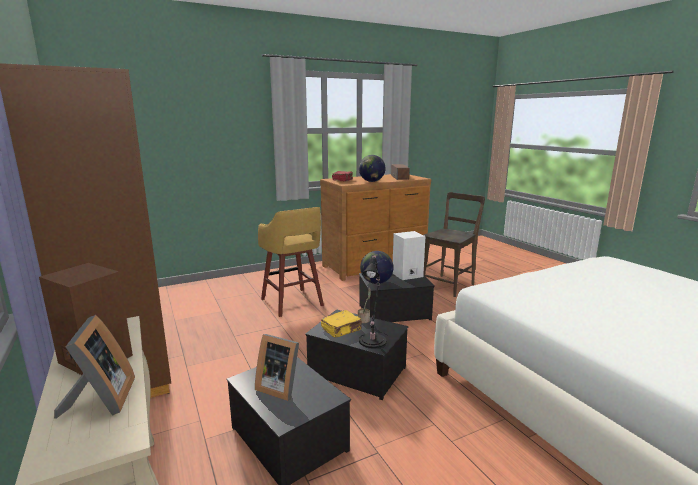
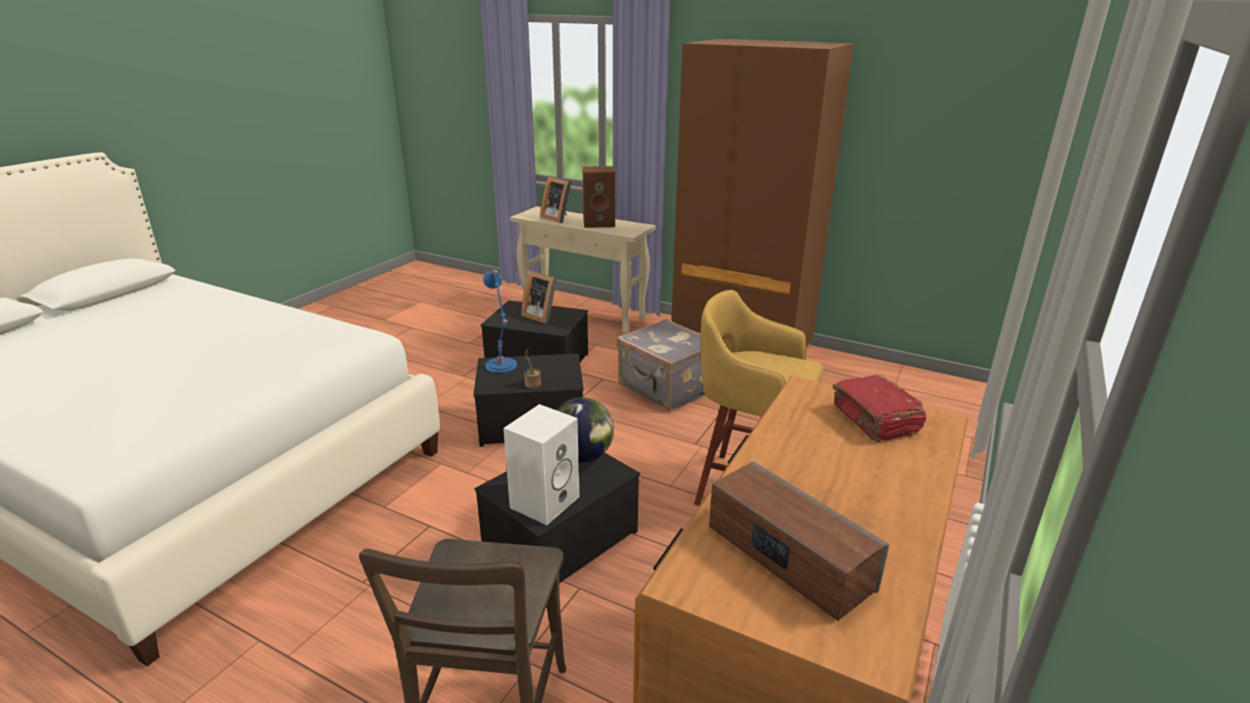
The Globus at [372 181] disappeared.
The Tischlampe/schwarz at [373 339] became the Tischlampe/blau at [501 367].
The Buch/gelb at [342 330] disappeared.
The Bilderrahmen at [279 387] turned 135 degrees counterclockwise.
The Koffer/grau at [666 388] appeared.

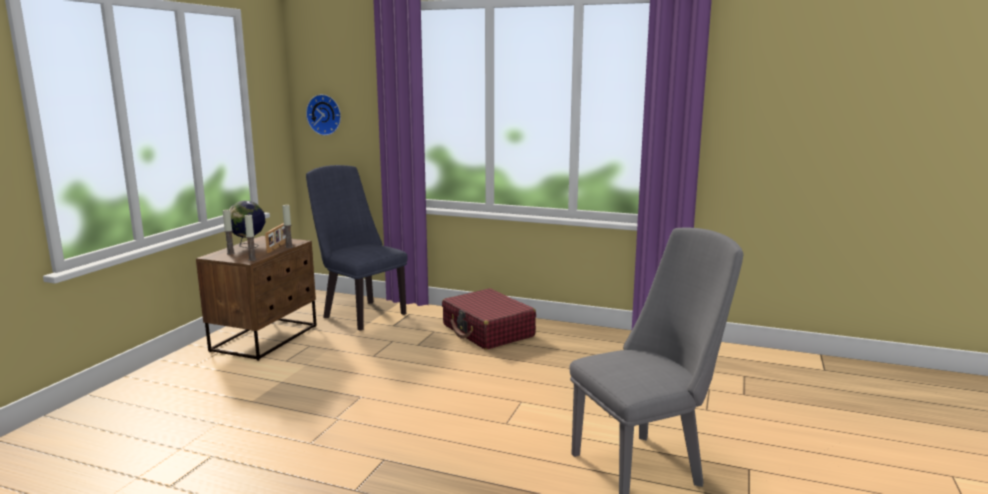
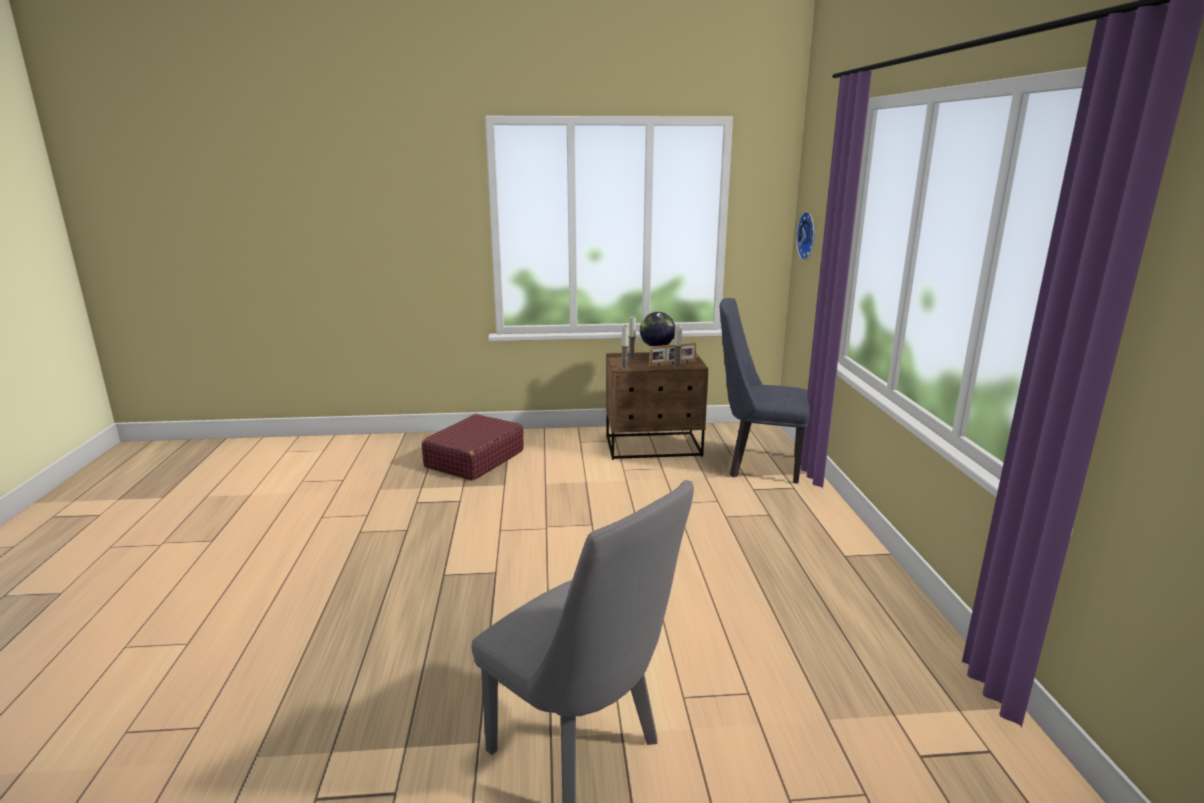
The Stuhl/blau at [360 314] turned 90 degrees counterclockwise.
The Koffer/rot moved from [488 331] to [474 459].

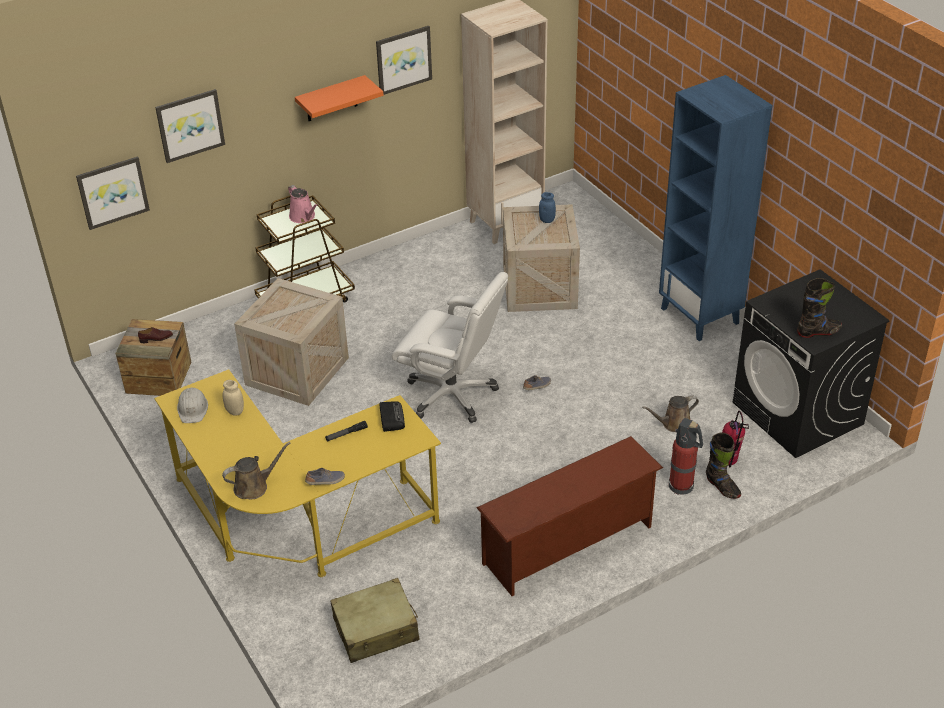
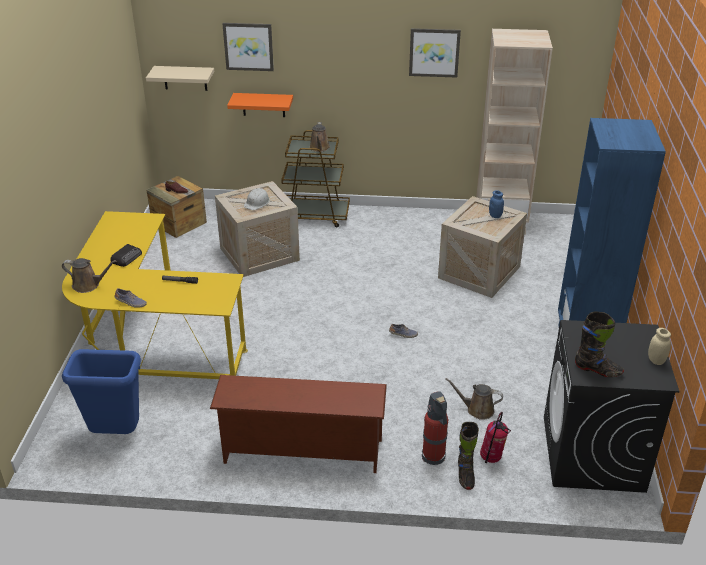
The Wandregal/orange moved from [331 99] to [263 105].
The Bild at [112 192] was replaced by the Wandregal/beige at [185 78].
The Gießkanne/rosa at [303 217] became the Gießkanne/braun at [319 148].
The Bürostuhl/weiß at [452 395] disappeared.
The Vorratsglas/beige moved from [235 411] to [656 360].
The Schutzhelm/weiß moved from [193 408] to [257 202].
The Radio moved from [391 418] to [127 257].
The Koffer/beige at [376 629] was replaced by the Mülleimer/blau at [117 434].

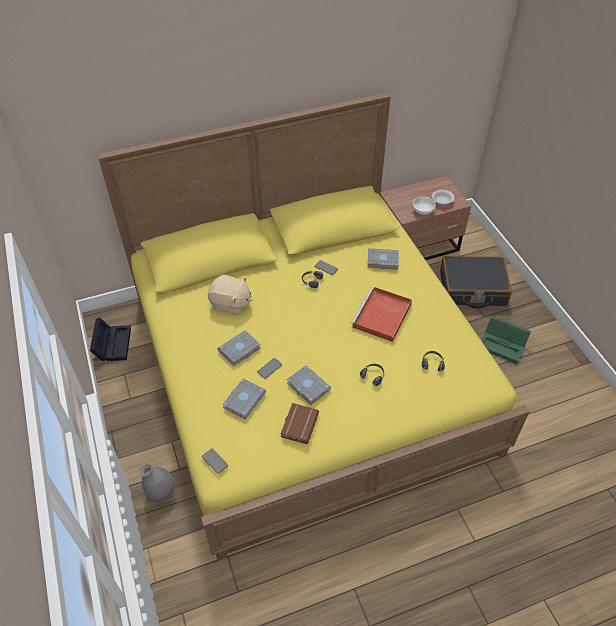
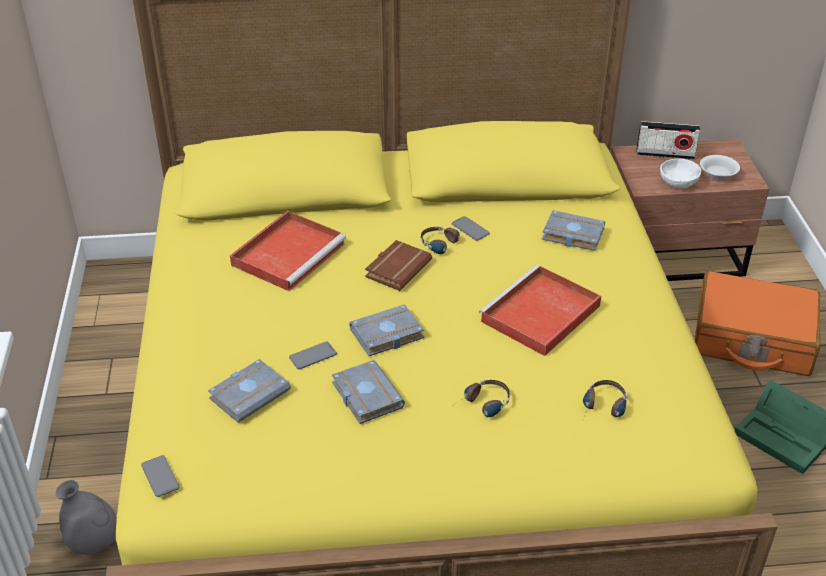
The Koffer/schwarz at [472 289] became the Koffer/orange at [752 338].
The Plüschtier/beige at [230 304] was replaced by the Tablett/rot at [289 253].
The Aufbewahrungsbox/schwarz at [112 343] disappeared.
The Buch/grau moved from [239 351] to [386 336].
The Buch/braun moved from [298 424] to [397 268].
The Radio at [665 154] appeared.

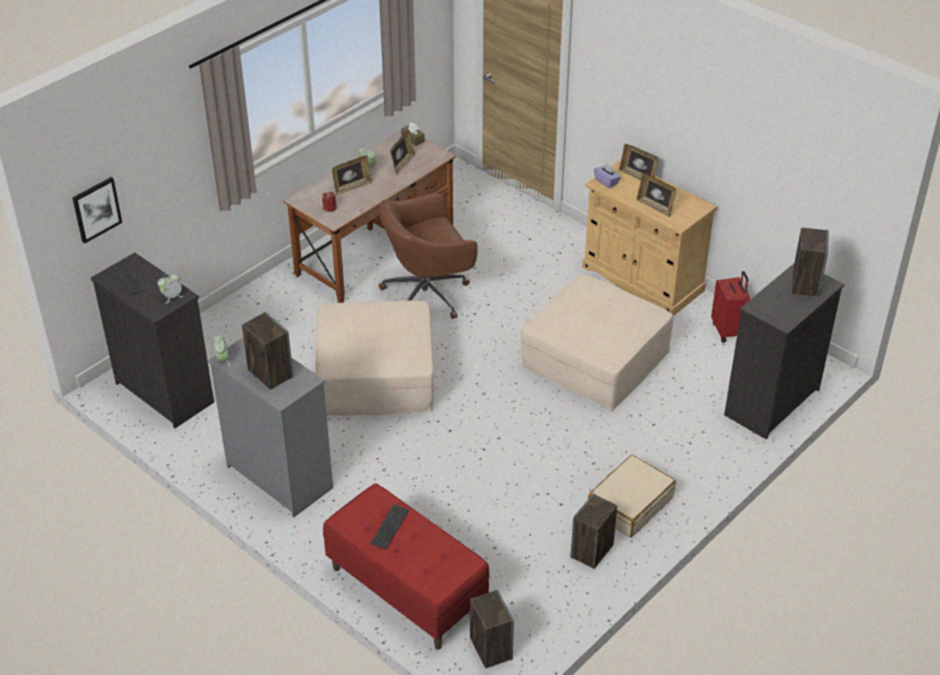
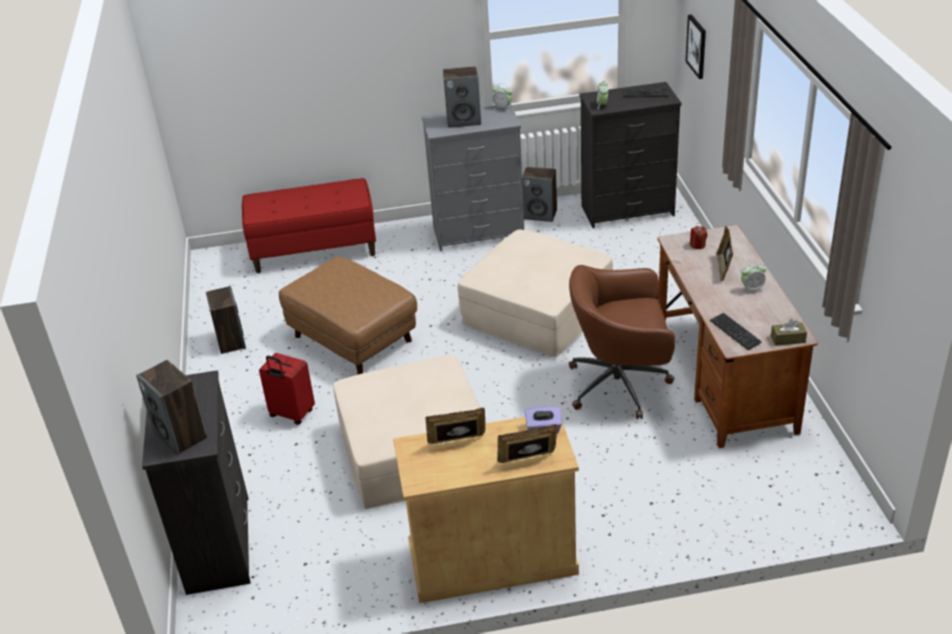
The Bilderrahmen at [402 164] disappeared.
The Bürostuhl/braun at [428 294] turned 105 degrees counterclockwise.
The Koffer/rot moved from [728 331] to [291 414].
The Koffer/beige at [630 504] disappeared.
The Tastatur moved from [390 527] to [735 332].
The Lautsprecher moved from [490 648] to [540 214].
The Polsterhocker/braun at [352 339] appeared.

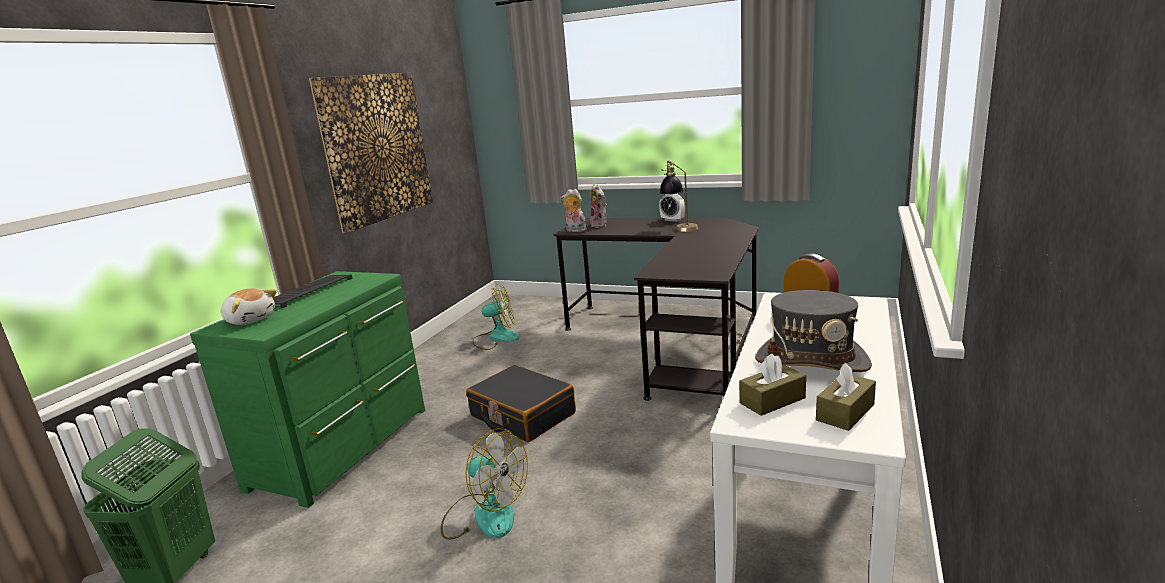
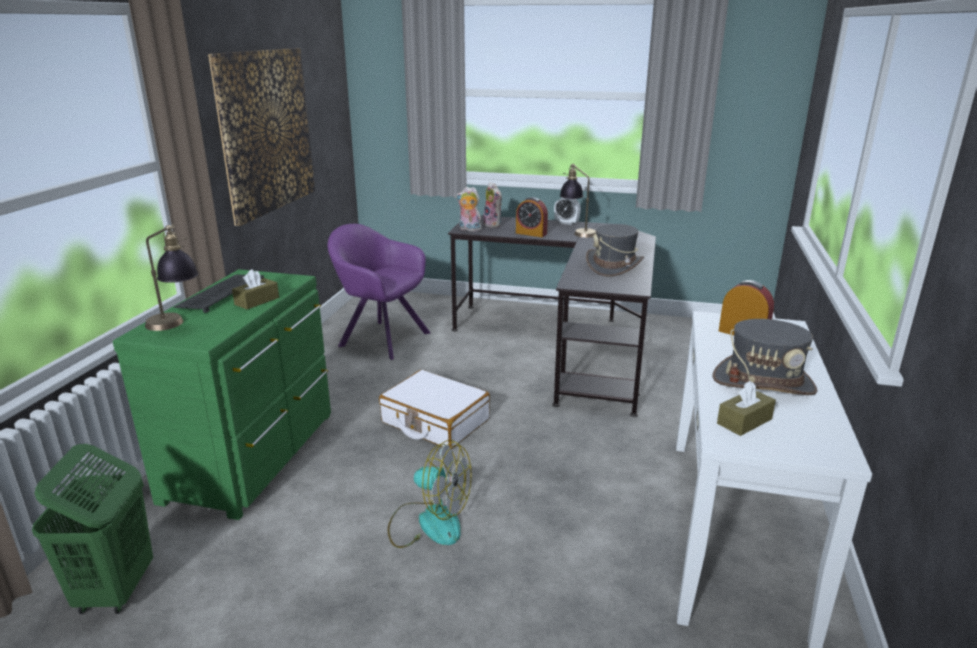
The Ventilator at [496 338] was replaced by the Sessel/lila at [380 338].
The Plüschtier at [250 319] was replaced by the Tischlampe at [176 326].
The Taschentuchbox/braun moved from [845 412] to [257 301].
The Koffer/schwarz at [522 415] became the Koffer/weiß at [435 421].
The Wecker at [531 233] appeared.
The Hut/grau at [614 266] appeared.

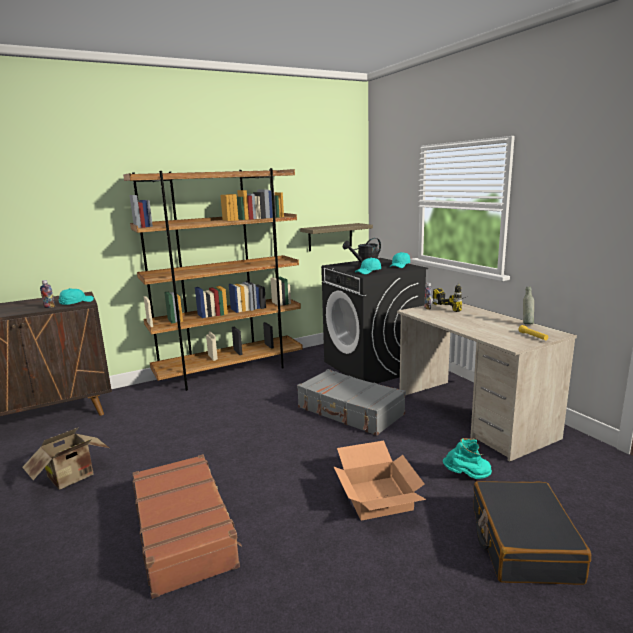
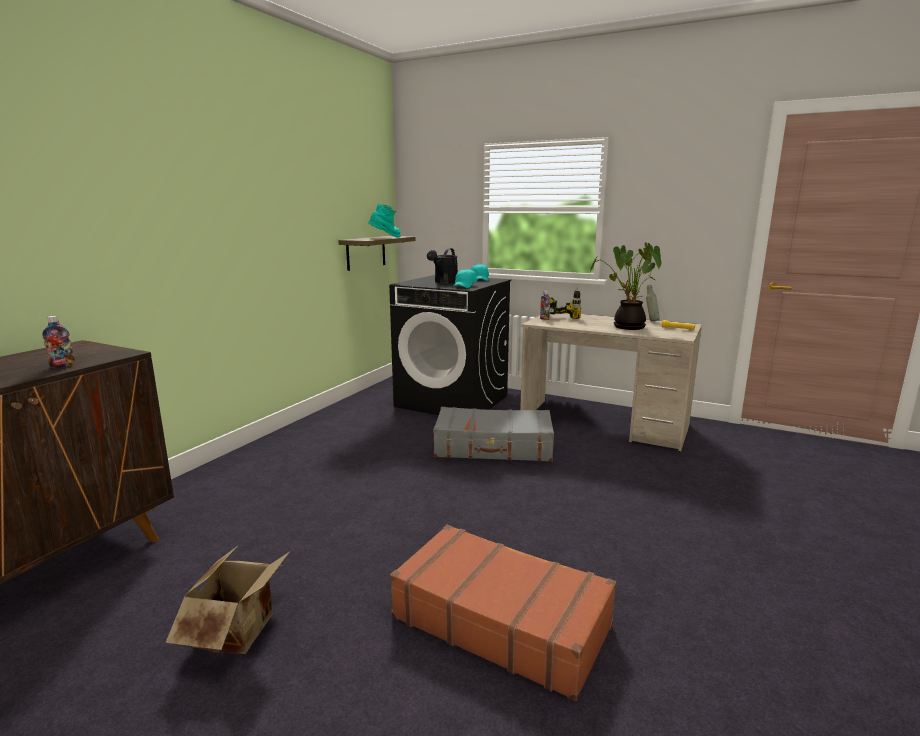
The Bücherregal/braun at [230 371] disappeared.
The Kappe/türkis at [76 303] disappeared.
The Stiefel/türkis moved from [467 477] to [386 237].
The Karton at [378 497] disappeared.
The Koffer/schwarz at [522 543] disappeared.
The Topfpflanze at [626 327] appeared.

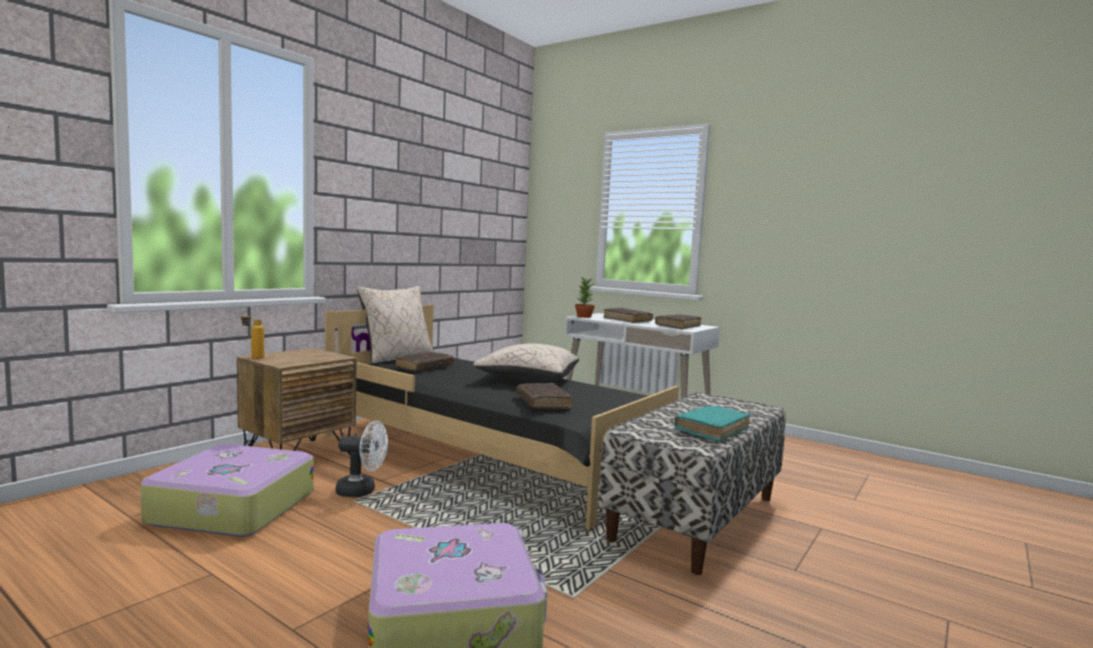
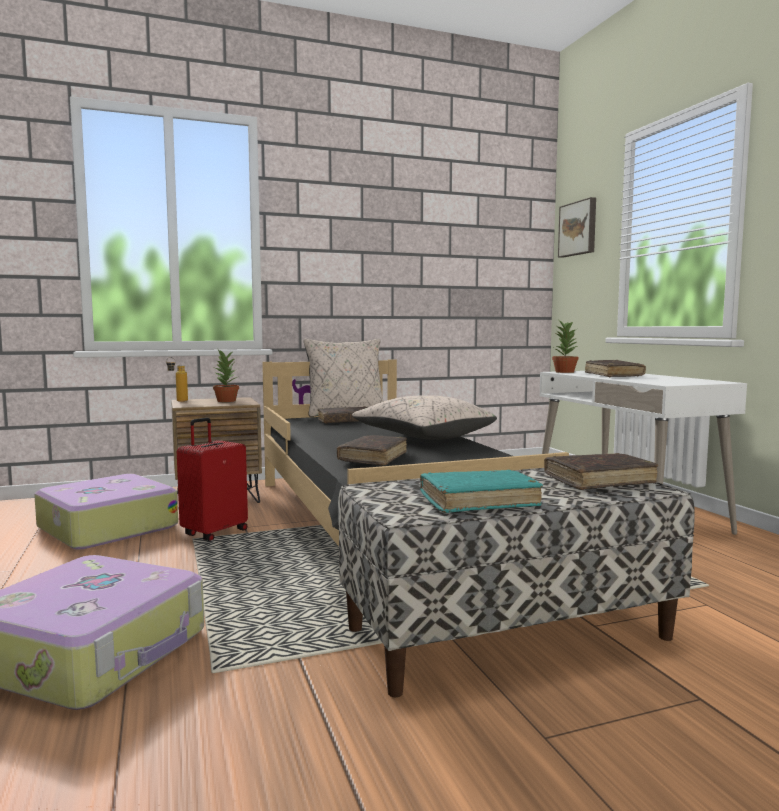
The Buch/braun moved from [678 327] to [599 481].
The Ventilator/weiß at [362 491] was replaced by the Koffer/rot at [214 533].
The Bild at [578 228] appeared.
The Topfpflanze at [226 401] appeared.

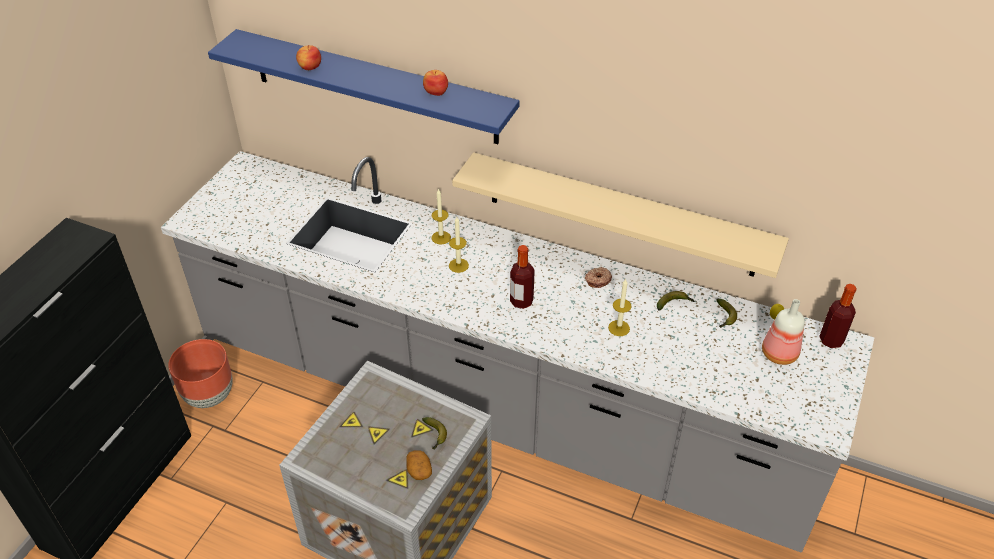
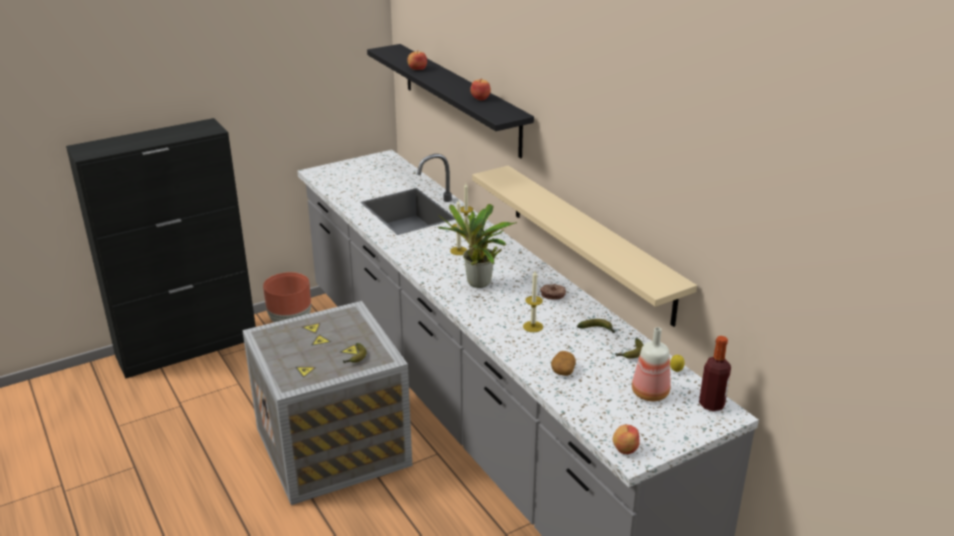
The Wandregal/blau at [373 87] became the Wandregal/schwarz at [460 98].
The Flasche at [521 301] was replaced by the Topfpflanze at [478 285].
The Kartoffel moved from [419 470] to [563 370].
The Apfel at [624 449] appeared.

